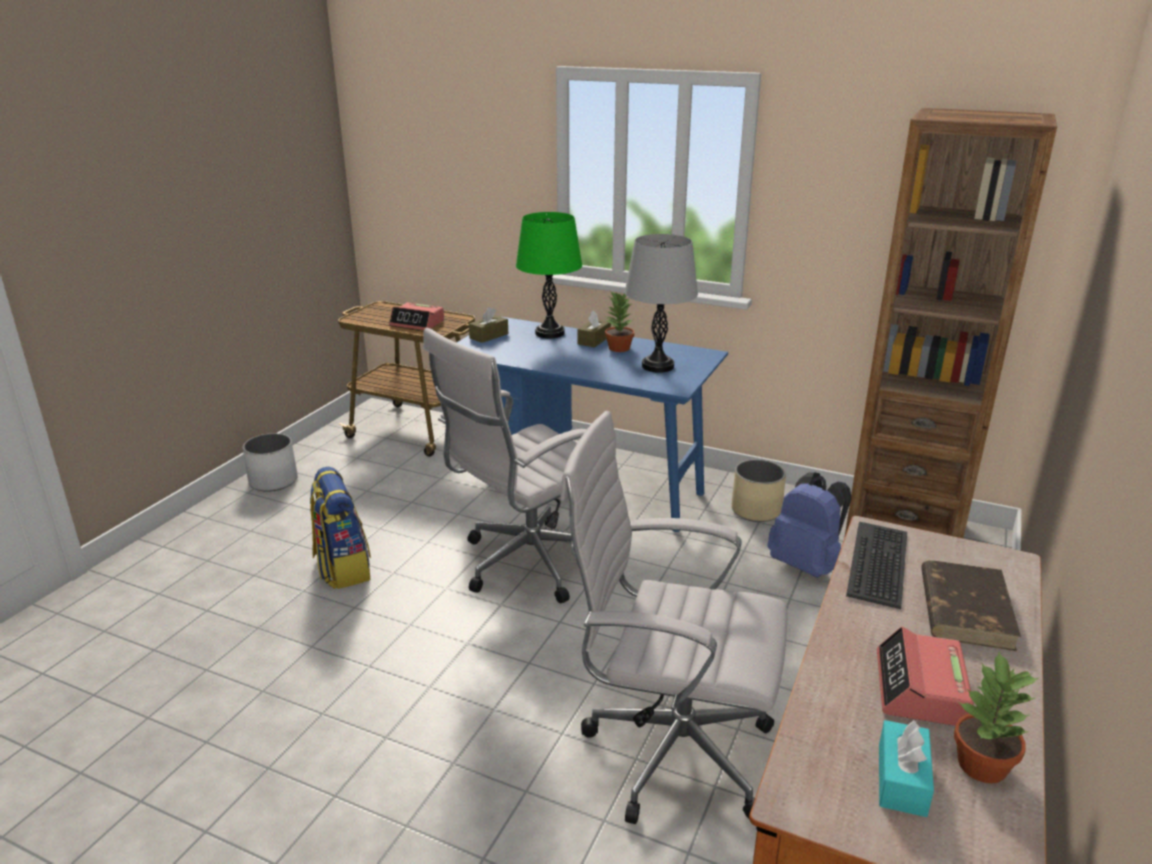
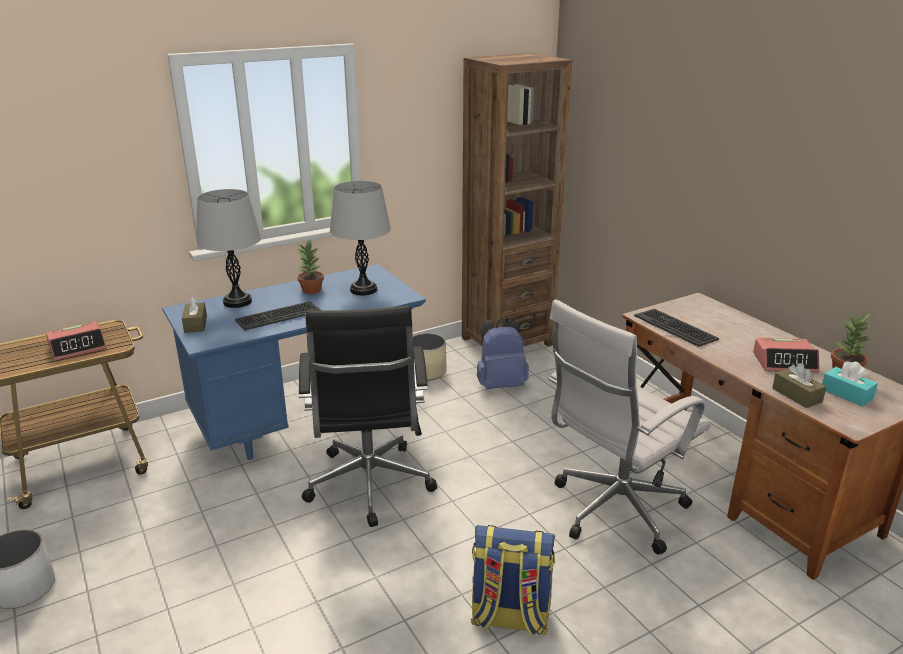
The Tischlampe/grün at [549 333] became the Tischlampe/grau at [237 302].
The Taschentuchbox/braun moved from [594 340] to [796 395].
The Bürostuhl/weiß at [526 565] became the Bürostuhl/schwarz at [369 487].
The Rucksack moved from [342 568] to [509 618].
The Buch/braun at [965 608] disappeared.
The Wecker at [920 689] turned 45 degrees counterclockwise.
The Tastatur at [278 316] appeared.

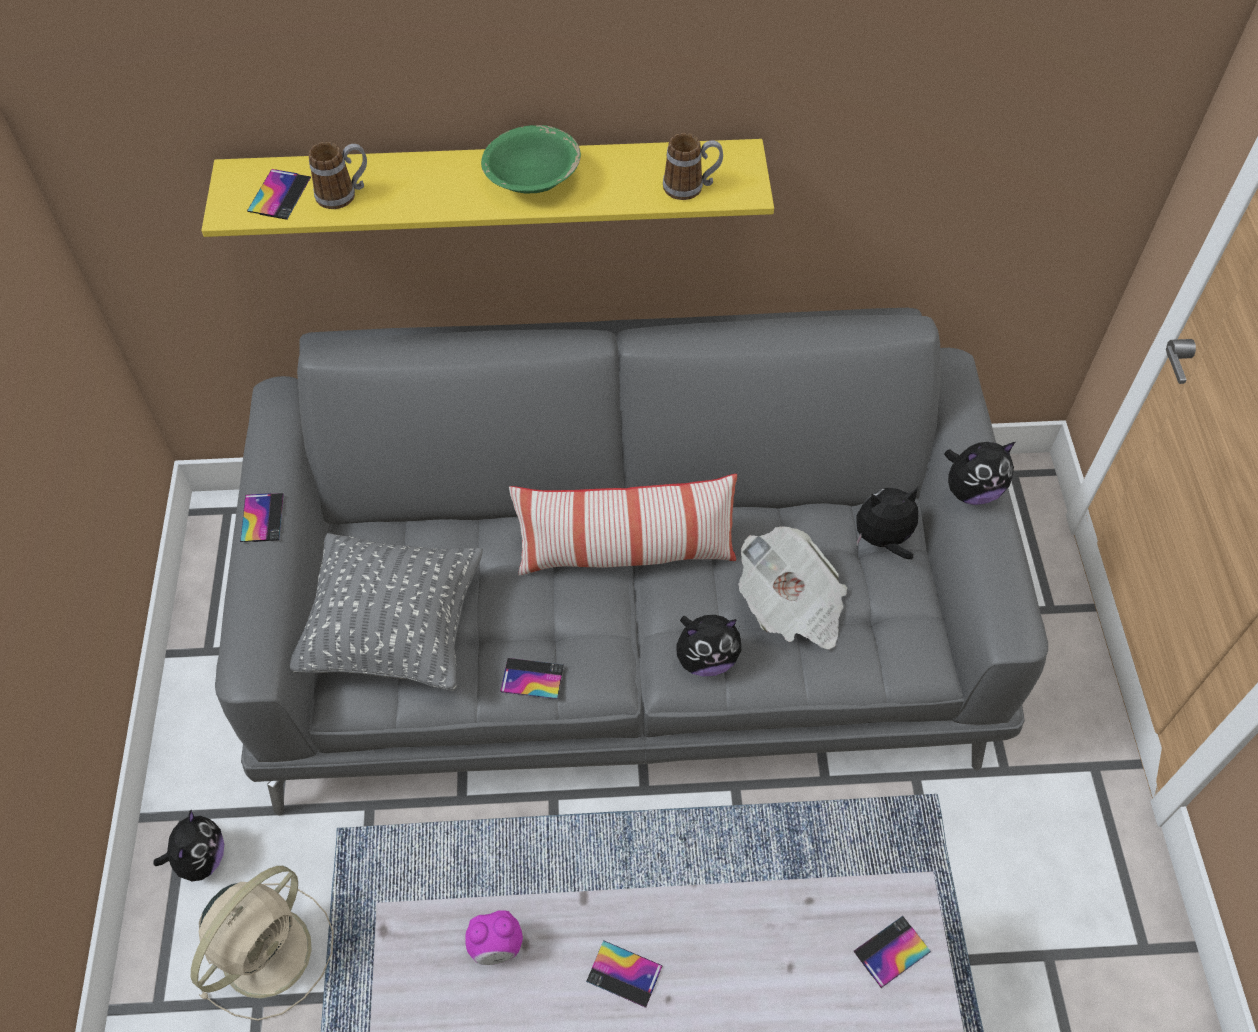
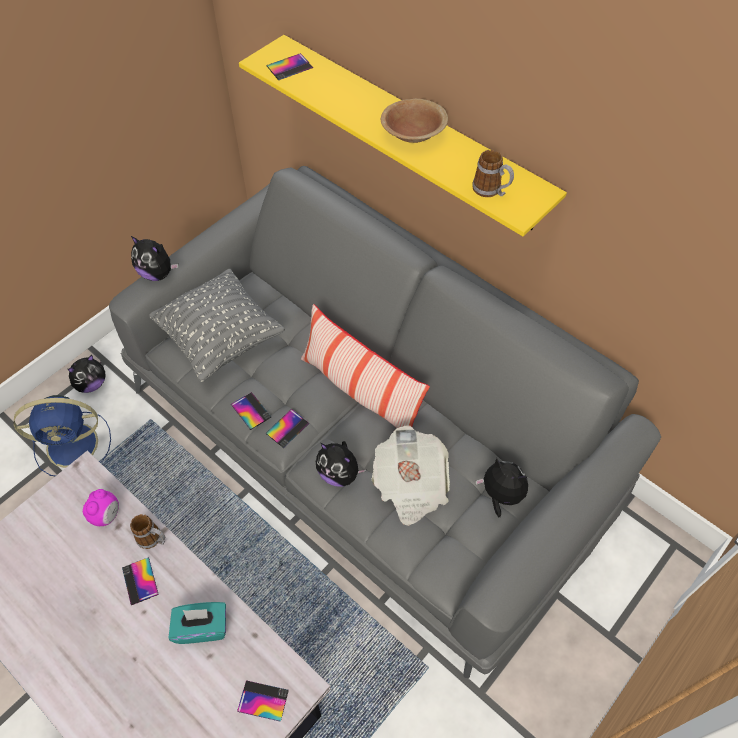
The Schüssel/grün at [532 180] became the Schüssel/braun at [413 134].
The Henkelbecher moved from [344 194] to [153 539].
The Plüschtier moved from [971 490] to [157 273].
The Handy moved from [262 517] to [287 428].
The Ventilator/beige at [269 948] became the Ventilator/blau at [75 444].
The Wecker at [496 947] turned 105 degrees counterclockwise.
The Taschentuchbox/türkis at [202 627] appeared.

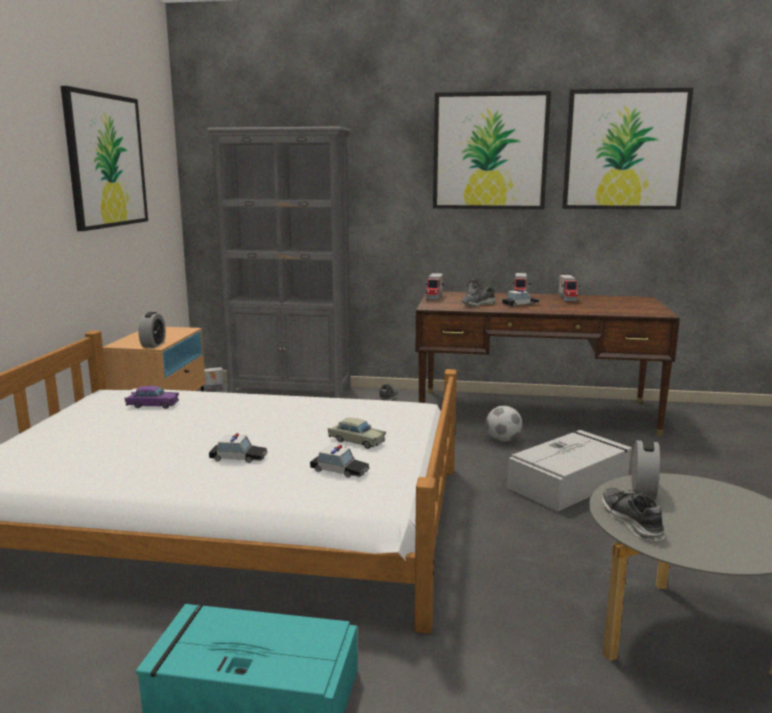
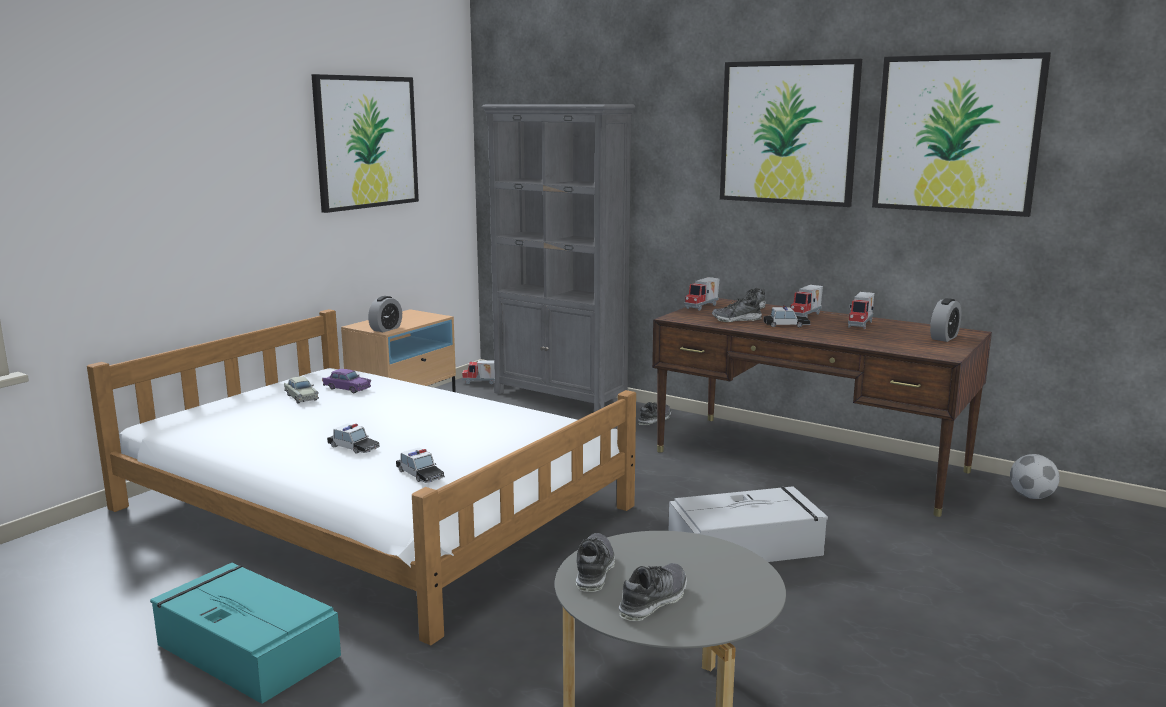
The Fußball moved from [503 440] to [1031 497].
The Spielzeugauto/beige moved from [356 441] to [301 397].
The Wecker moved from [643 491] to [944 338].
The Schuh at [653 601] appeared.

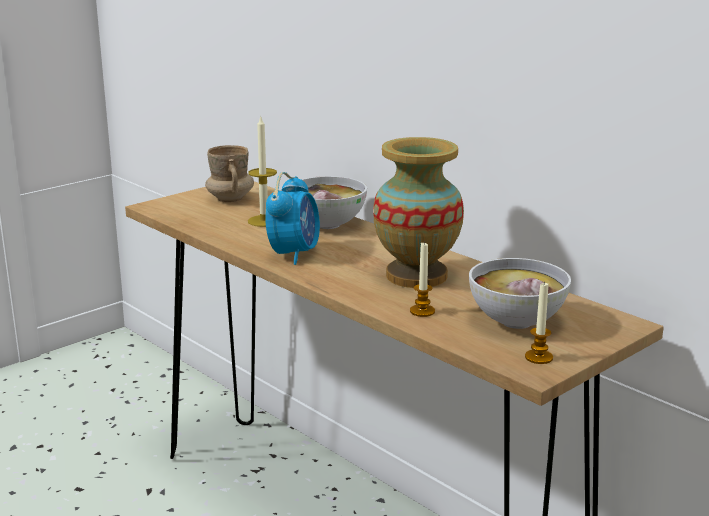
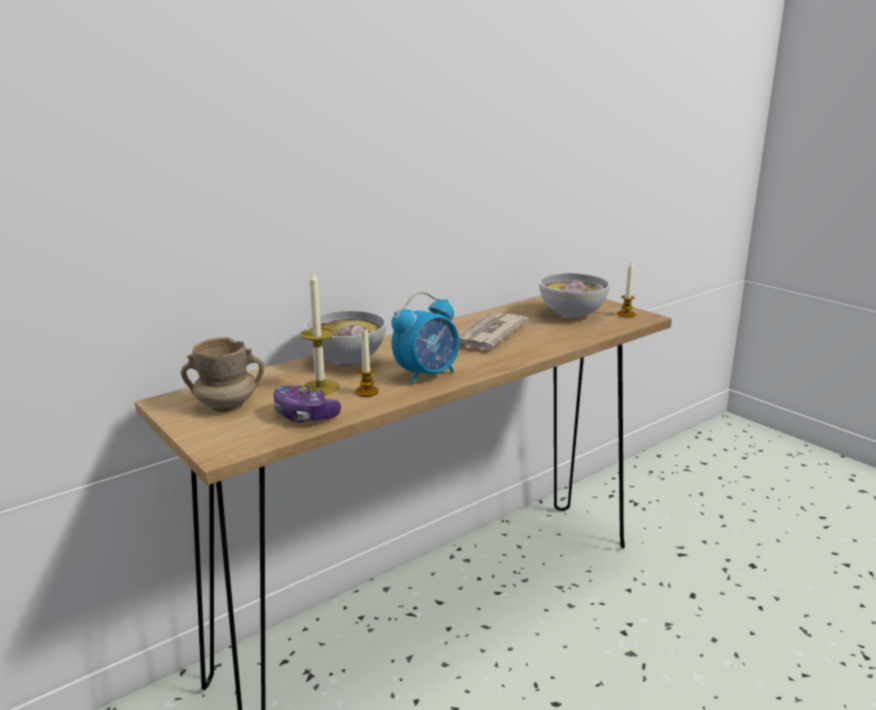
The Vase at [416 276] was replaced by the Zeitung at [487 336].
The Wecker at [294 254] turned 120 degrees clockwise.
The Kerze moved from [422 311] to [367 392].
The Gamepad at [305 415] appeared.

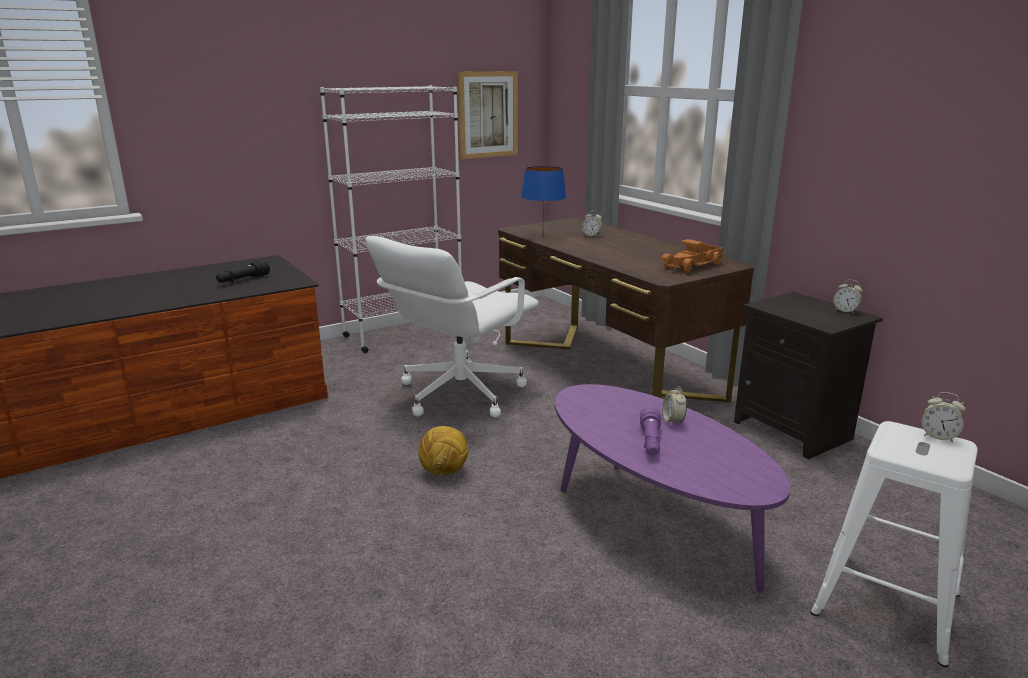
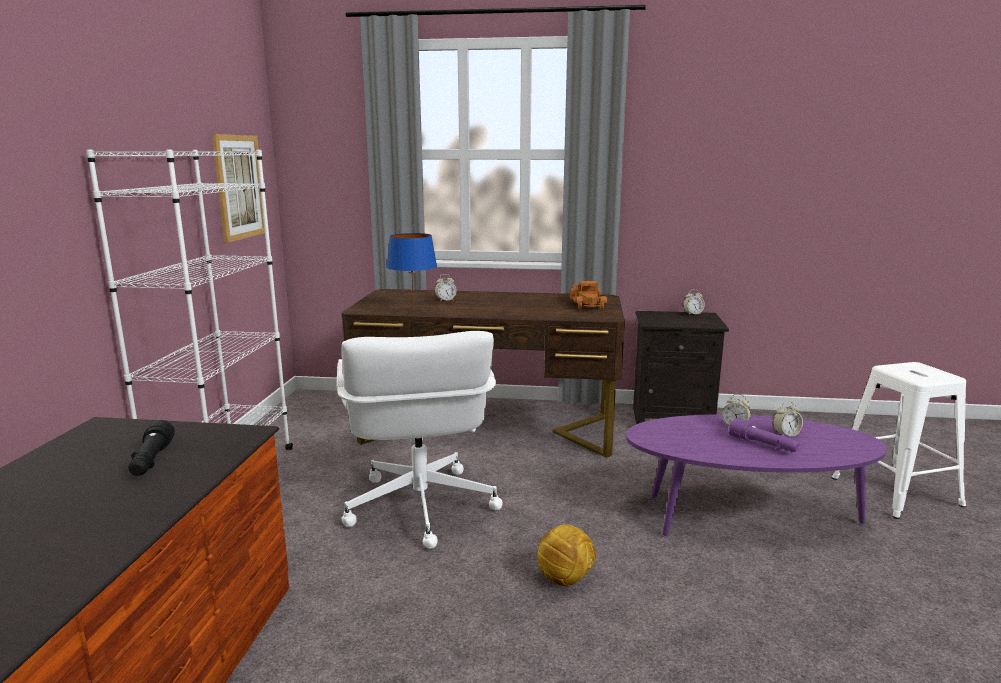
The Wecker moved from [938 437] to [786 434].

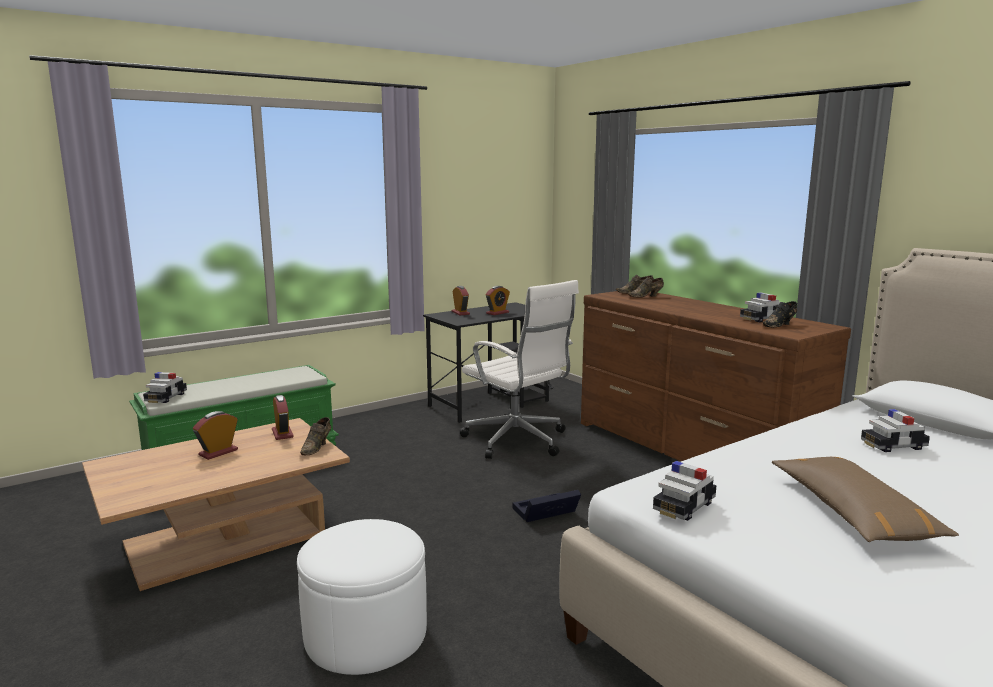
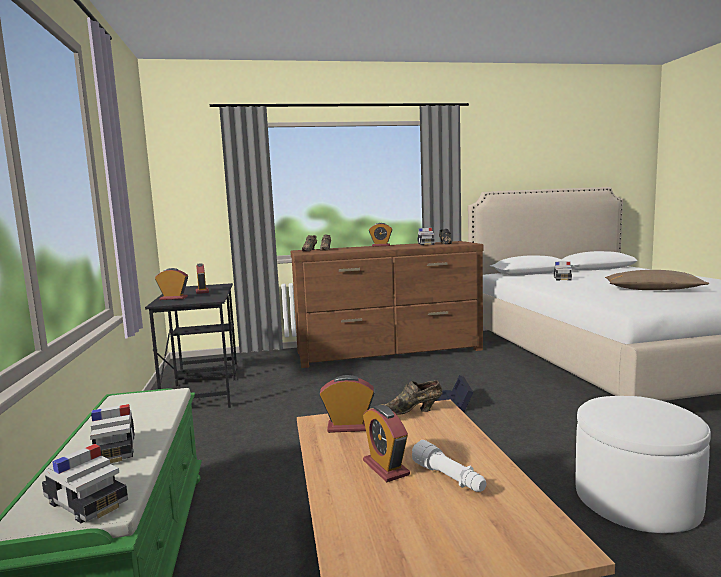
The Bürostuhl/weiß at [517 441] disappeared.
The Schuh/braun at [317 447] turned 135 degrees clockwise.
The Spielzeugauto moved from [684 506] to [115 450].
The Wecker at [381 246] appeared.
The Taschenlampe/weiß at [449 478] appeared.

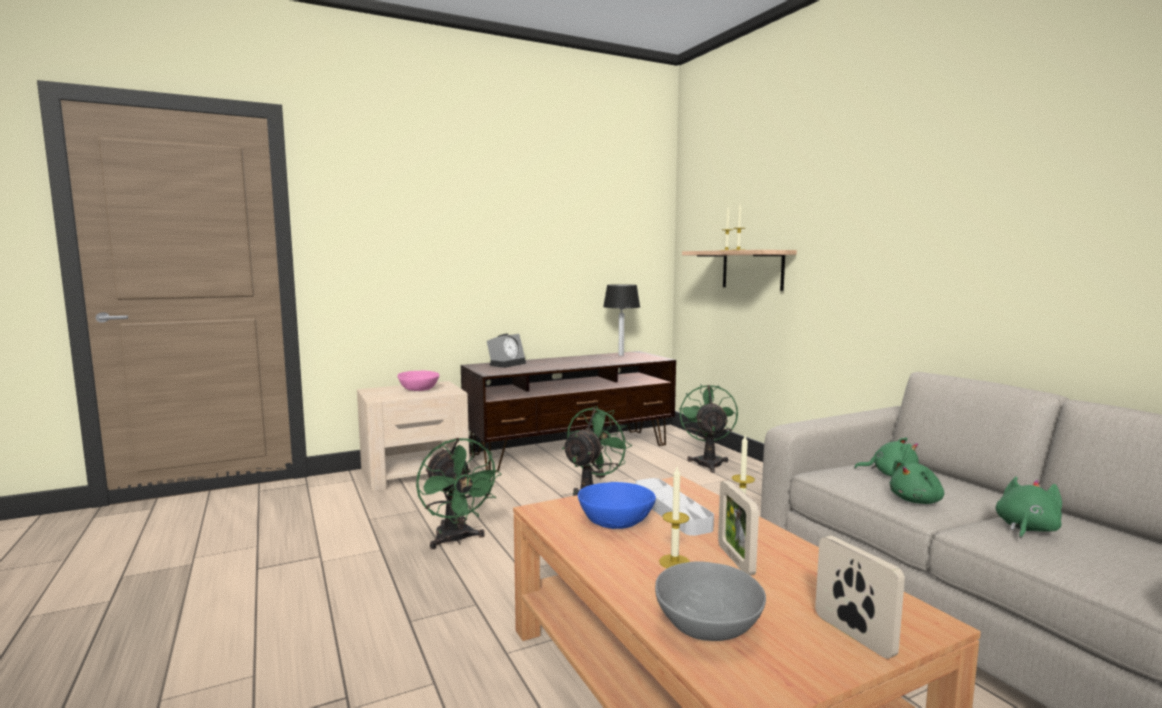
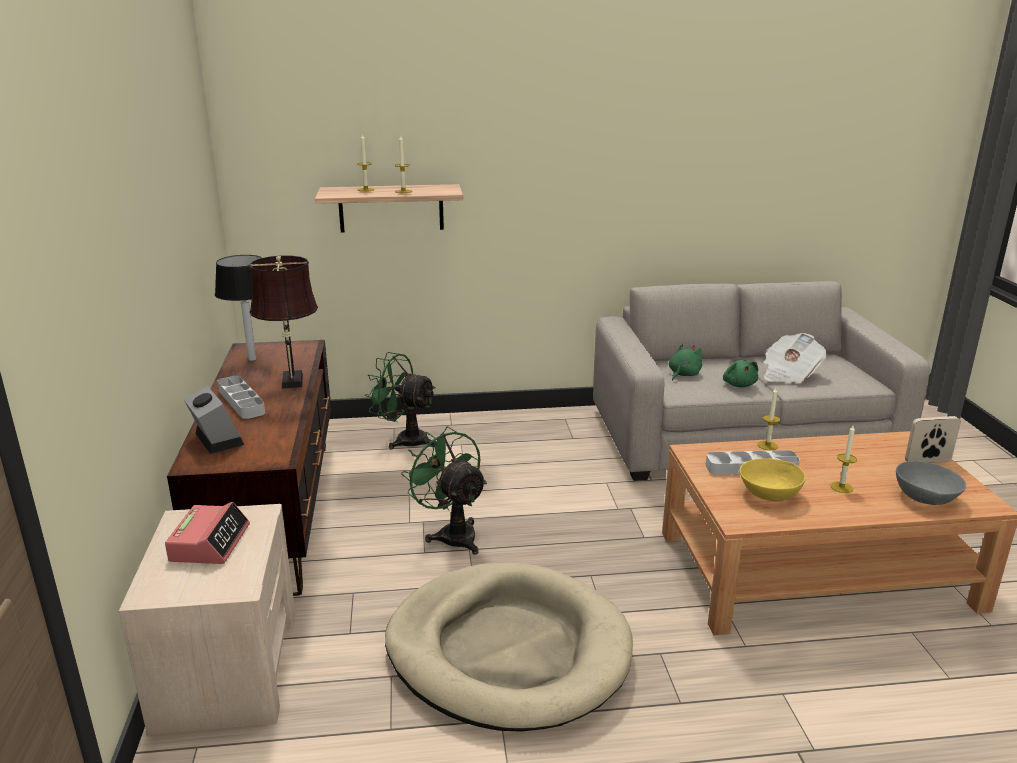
The Schüssel/rosa at [419 389] was replaced by the Wecker at [210 543].
The Ventilator/grün at [456 540] was replaced by the Hundebett/beige at [508 651].
The Plüschtier/grün at [1026 528] was replaced by the Zeitung at [789 374].
The Bilderrahmen at [735 560] disappeared.
The Schüssel/blau at [615 522] became the Schüssel/gelb at [769 494].
The Tischlampe/braun at [292 382] appeared.
The Tablett/grau at [241 401] appeared.

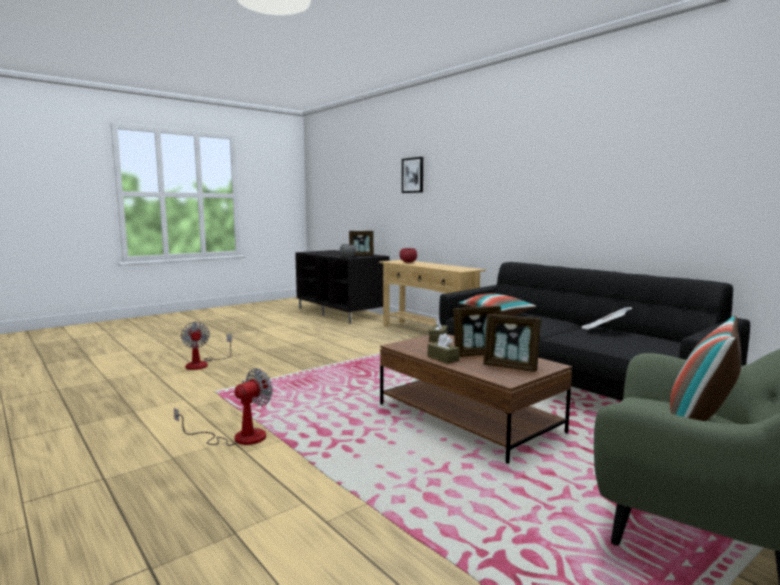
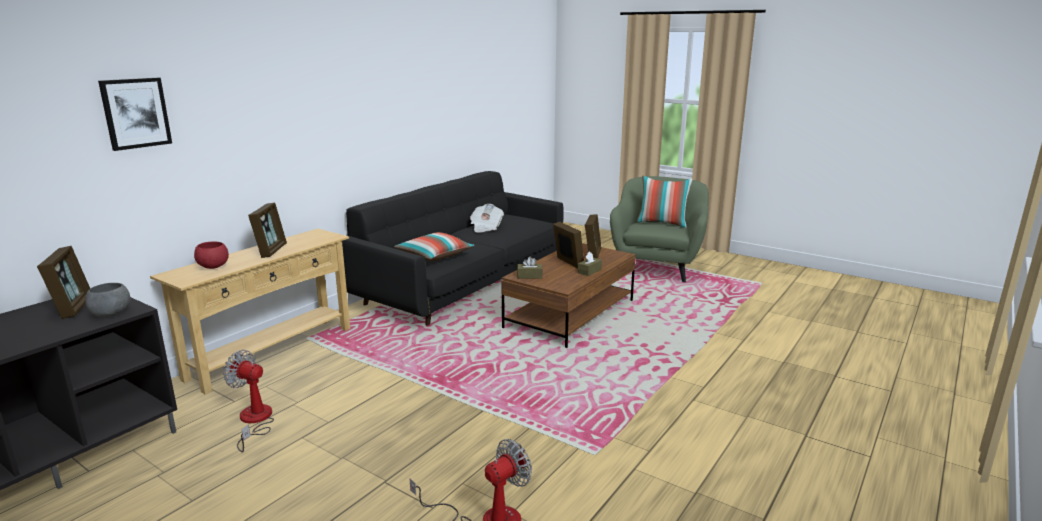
The Ventilator moved from [238 437] to [254 421].
The Bilderrahmen at [271 250] appeared.

